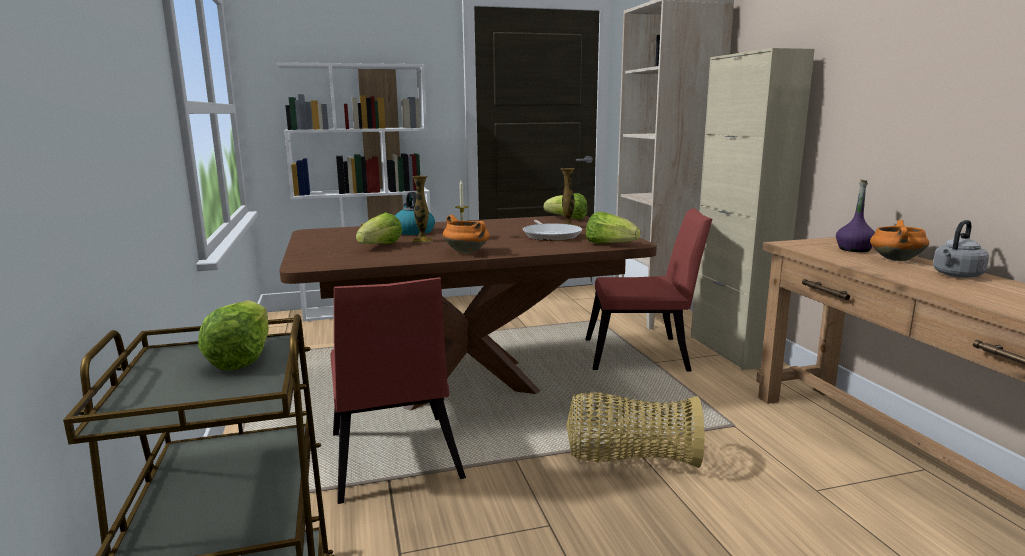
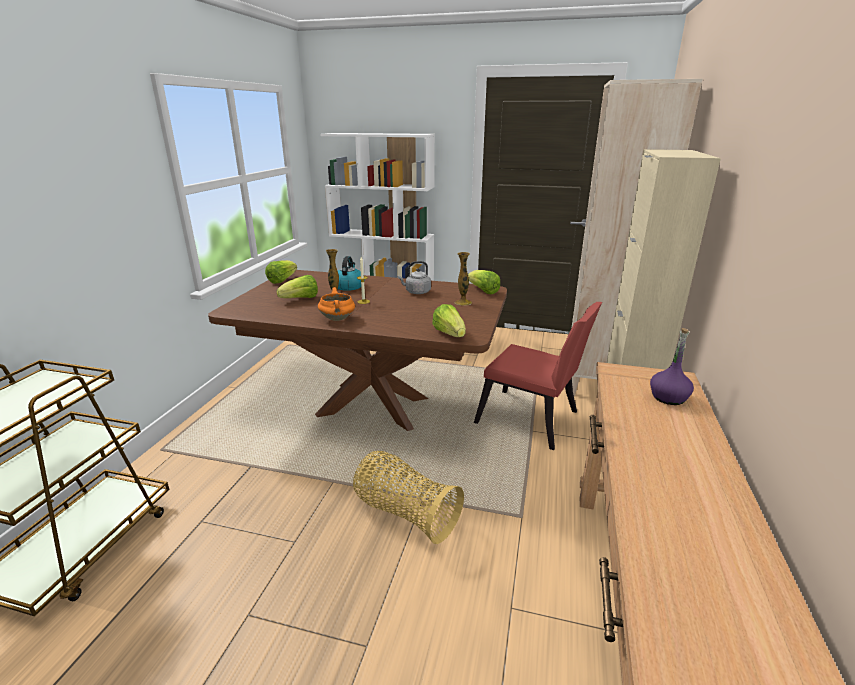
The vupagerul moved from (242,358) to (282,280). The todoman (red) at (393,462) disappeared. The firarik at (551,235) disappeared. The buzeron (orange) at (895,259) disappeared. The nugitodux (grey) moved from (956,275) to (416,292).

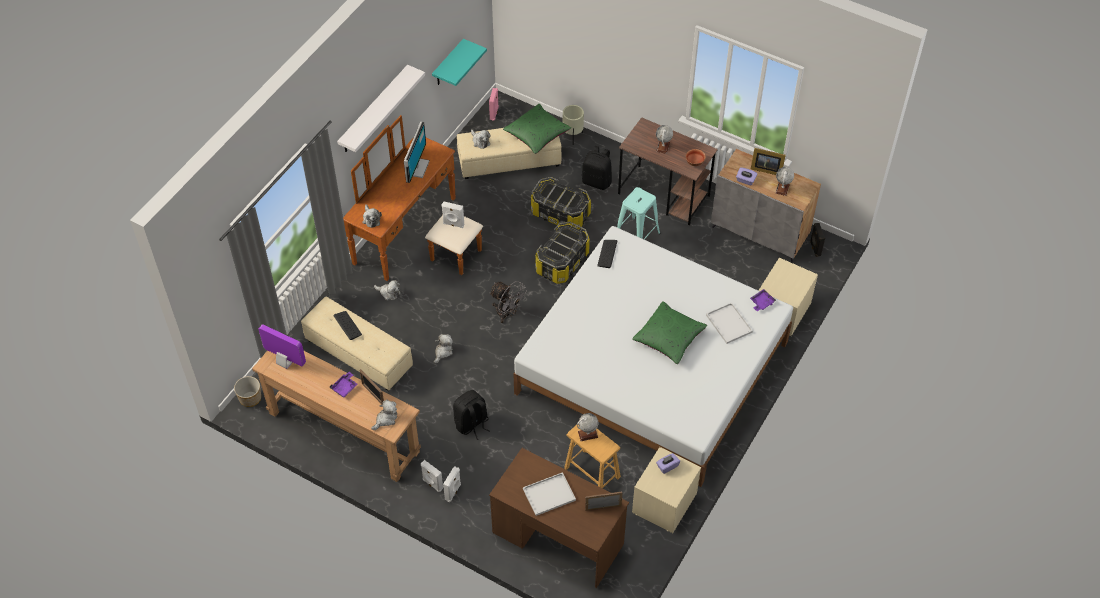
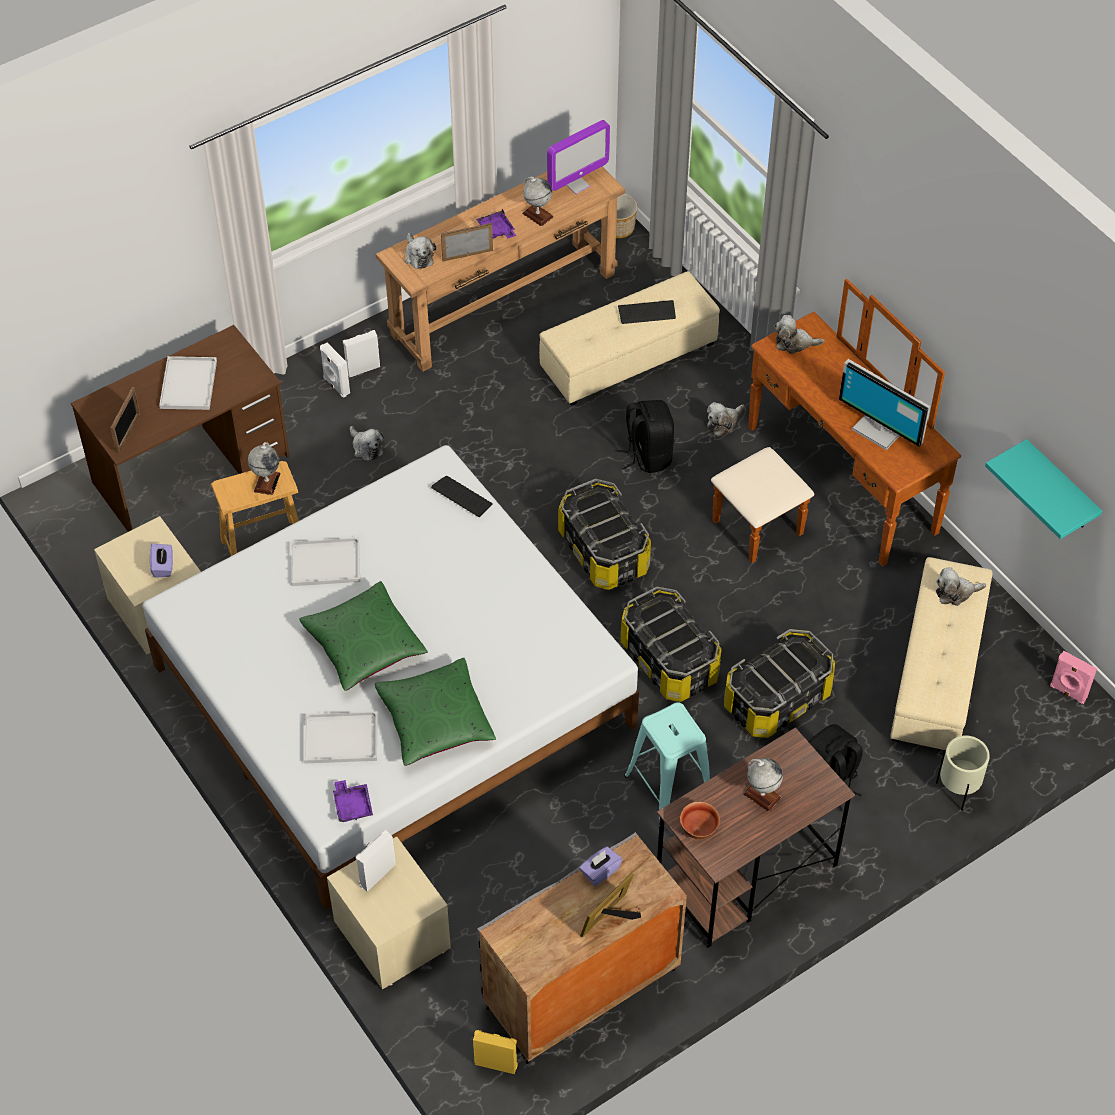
The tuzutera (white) at (374,110) disappeared. The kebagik moved from (443,352) to (366,447). The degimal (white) moved from (453,224) to (376,874). The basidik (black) moved from (472,424) to (647,455). The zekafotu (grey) at (507,313) was replaced by the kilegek at (604,551). The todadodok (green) moved from (537,134) to (435,721). The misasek moved from (607,254) to (462,497). The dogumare moved from (782,188) to (537,215). The degimal (black) at (814,248) became the degimal (yellow) at (496,1063). The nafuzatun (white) at (324,563) appeared.

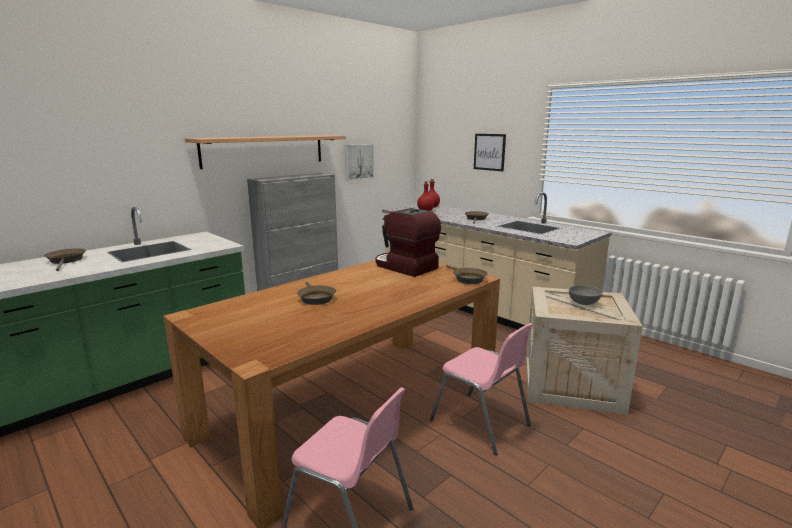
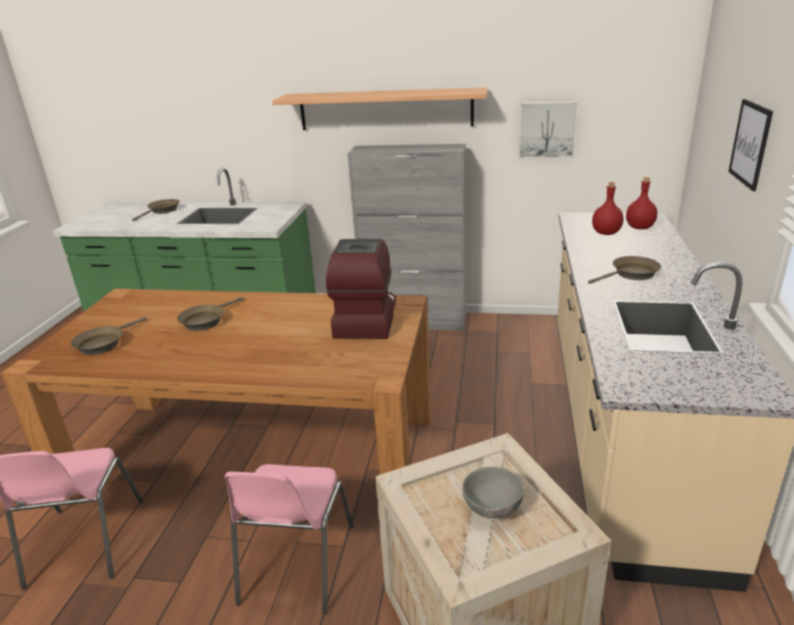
The firarik (brown) moved from (467,279) to (103,344).

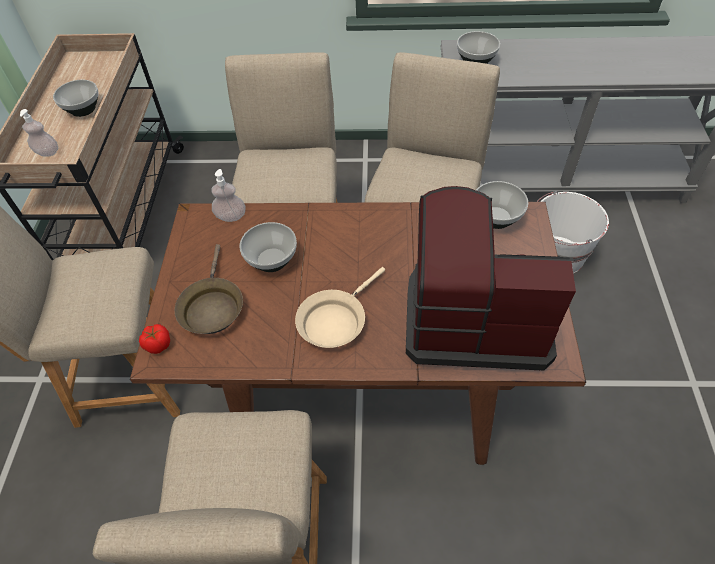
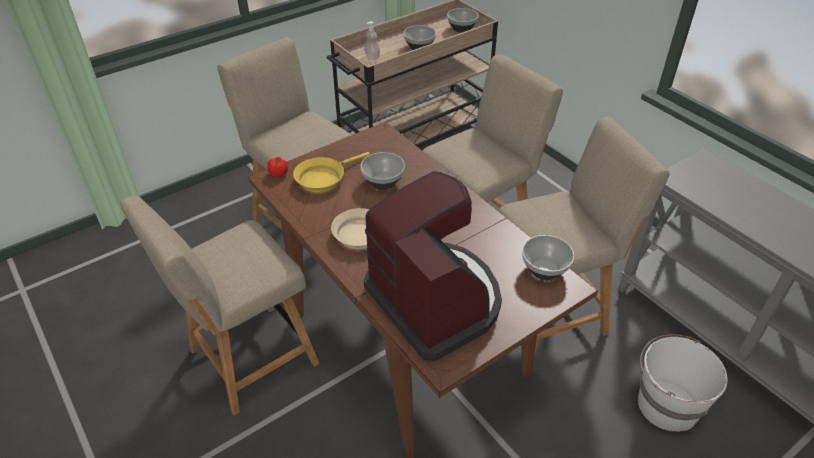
The firarik (brown) at (212,307) became the firarik (yellow) at (323,178). The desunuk at (231,216) disappeared. The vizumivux moved from (475,61) to (462,28).

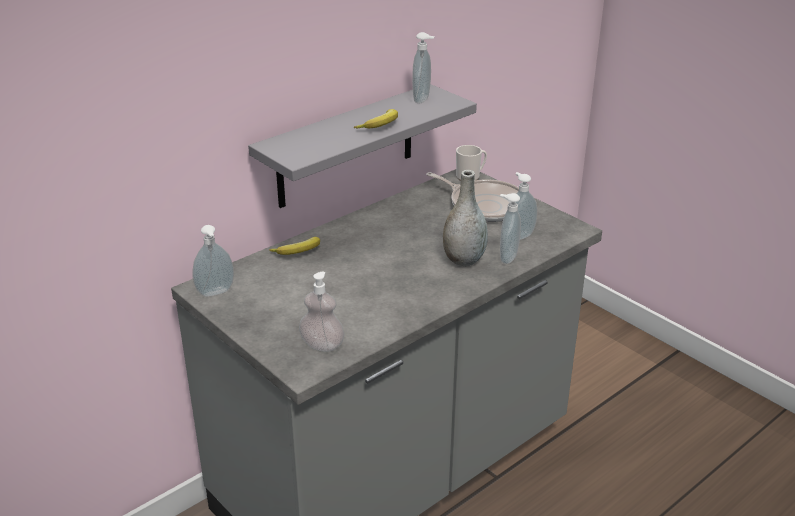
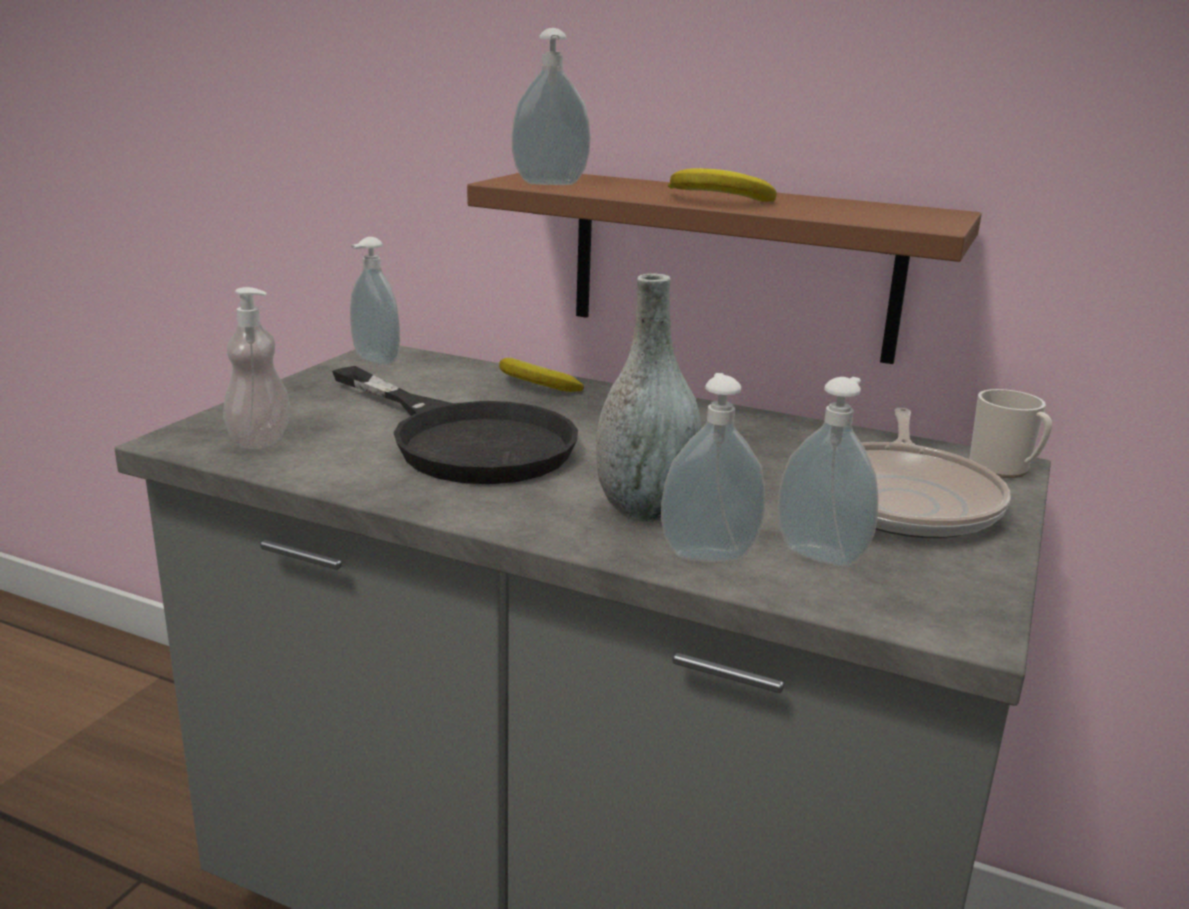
The tuzutera (grey) at (346,147) became the tuzutera (brown) at (733,265). The desunuk moved from (423,99) to (550,184). The firarik (black) at (464,439) appeared.

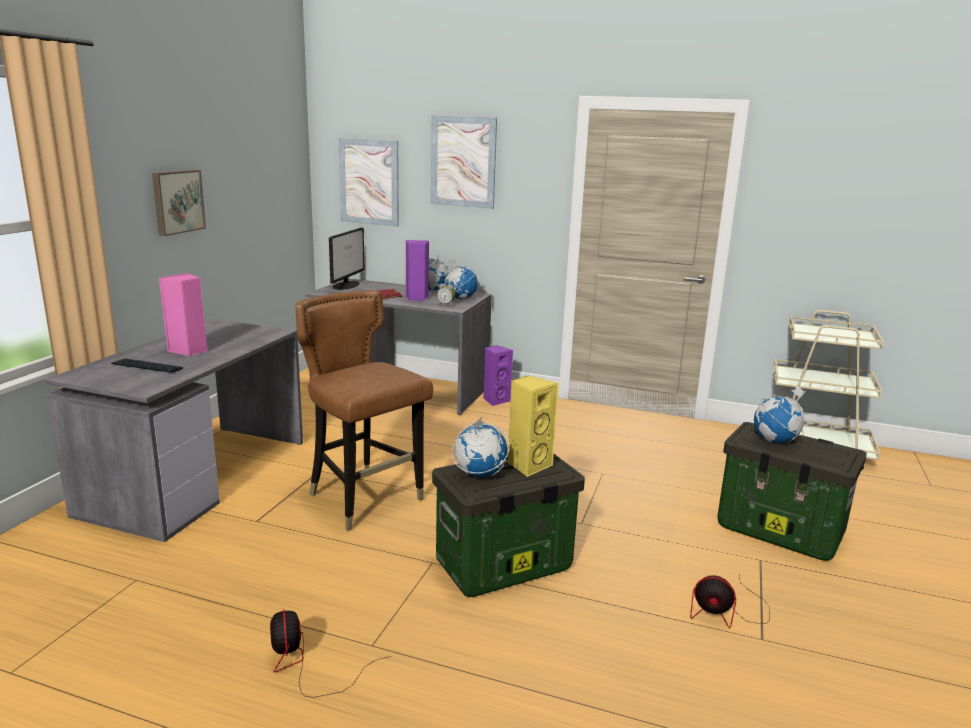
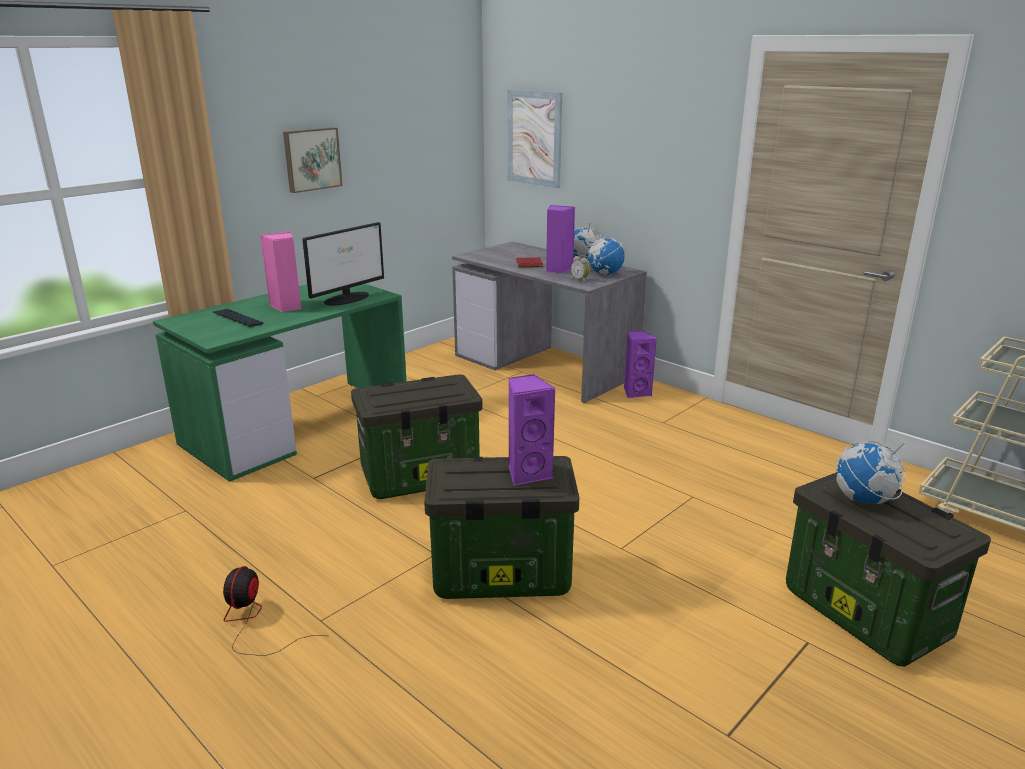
The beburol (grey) at (198,475) became the beburol (green) at (298,425). The todoman (brown) at (365,500) was replaced by the kilegek at (421,476). The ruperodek moved from (346,285) to (347,298). The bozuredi at (463,162) disappeared. The dogumare at (479,474) disappeared. The degimal (yellow) at (528,465) became the degimal (purple) at (528,473). The zekafotu at (726,612) disappeared.

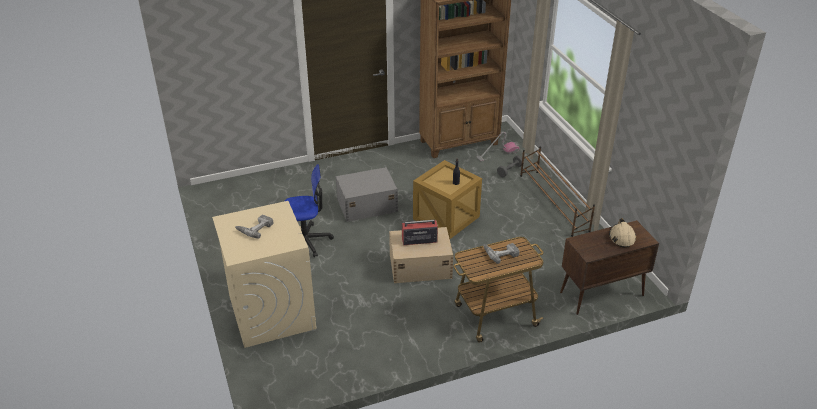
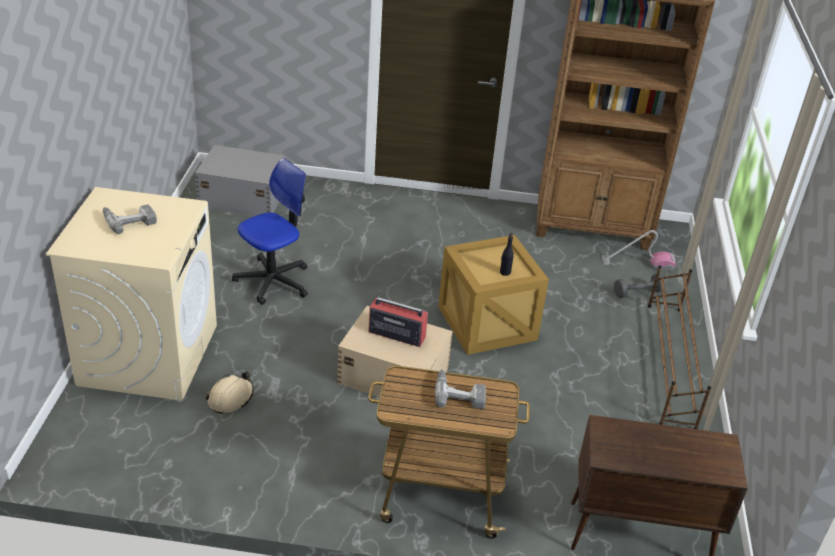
The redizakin at (306,241) turned 60 degrees counterclockwise. The kilegek (grey) moved from (366,205) to (242,197). The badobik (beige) moved from (622,237) to (231,398).

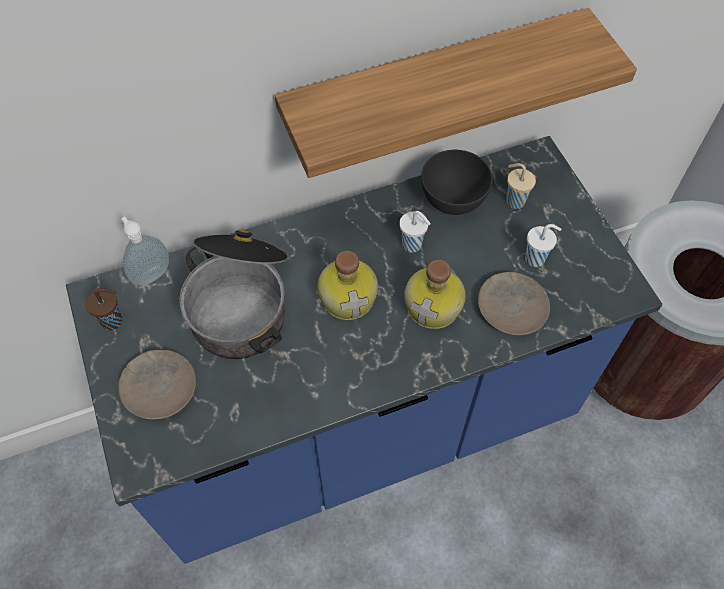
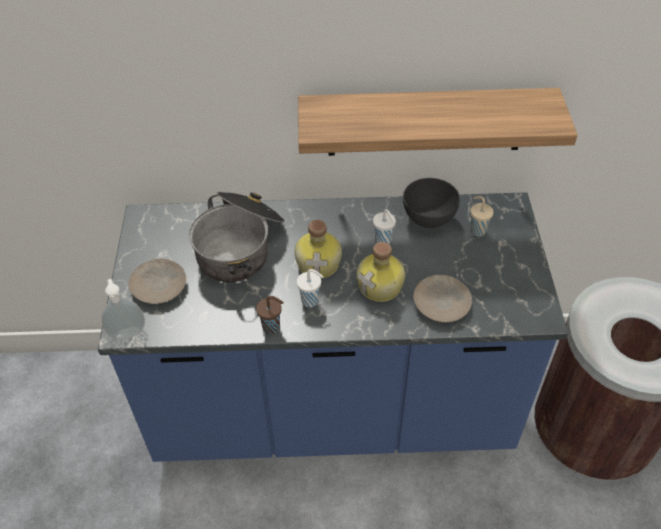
The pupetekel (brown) moved from (113,321) to (272,327). The desunuk moved from (151,274) to (127,332). The pupetekel (white) moved from (536,259) to (311,301).

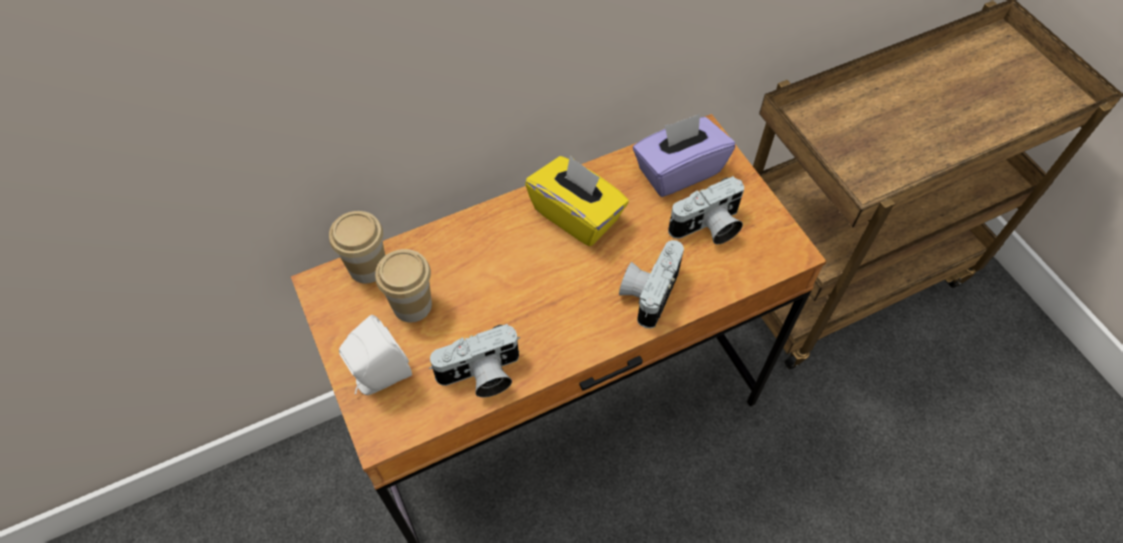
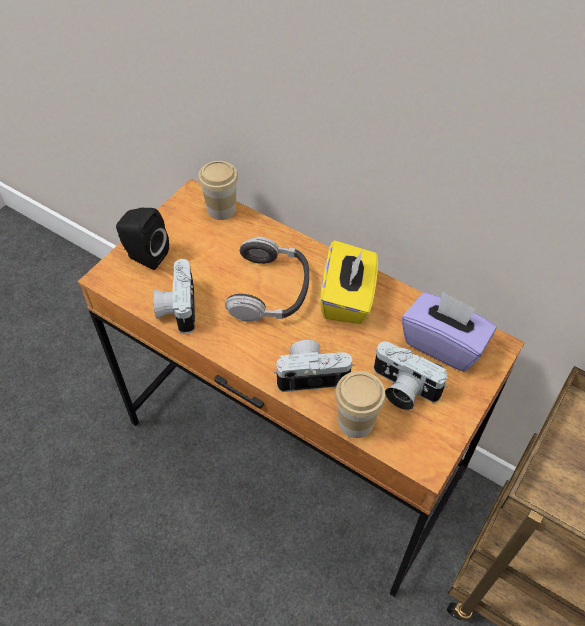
The degimal (white) at (379,377) became the degimal (black) at (145,256). The pupetekel moved from (412,305) to (356,422). The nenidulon at (481,376) turned 45 degrees clockwise. The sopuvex at (270,290) appeared.

